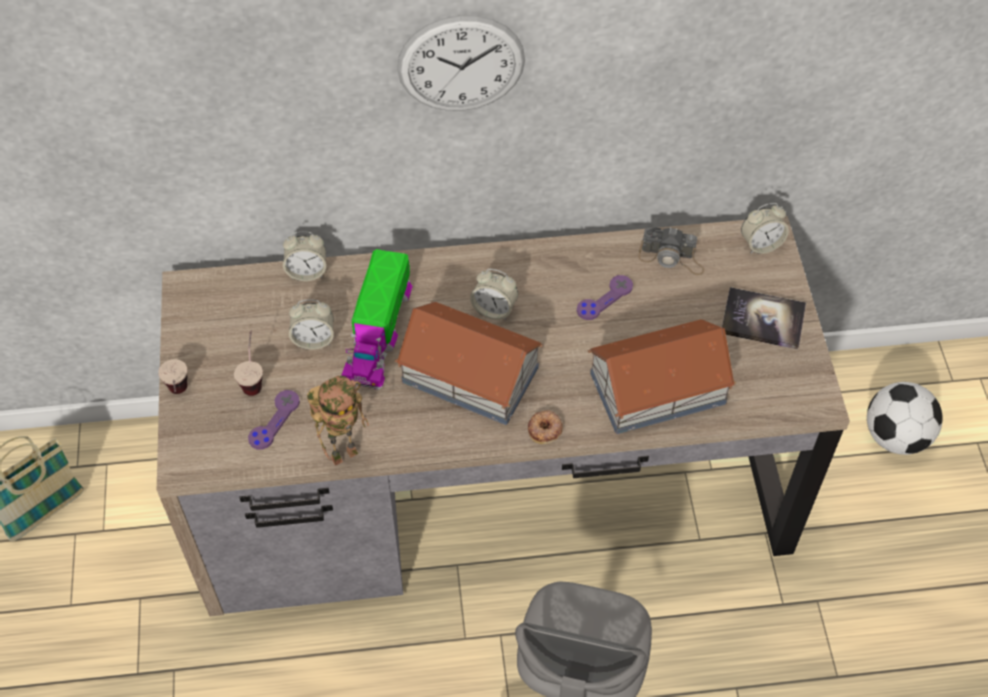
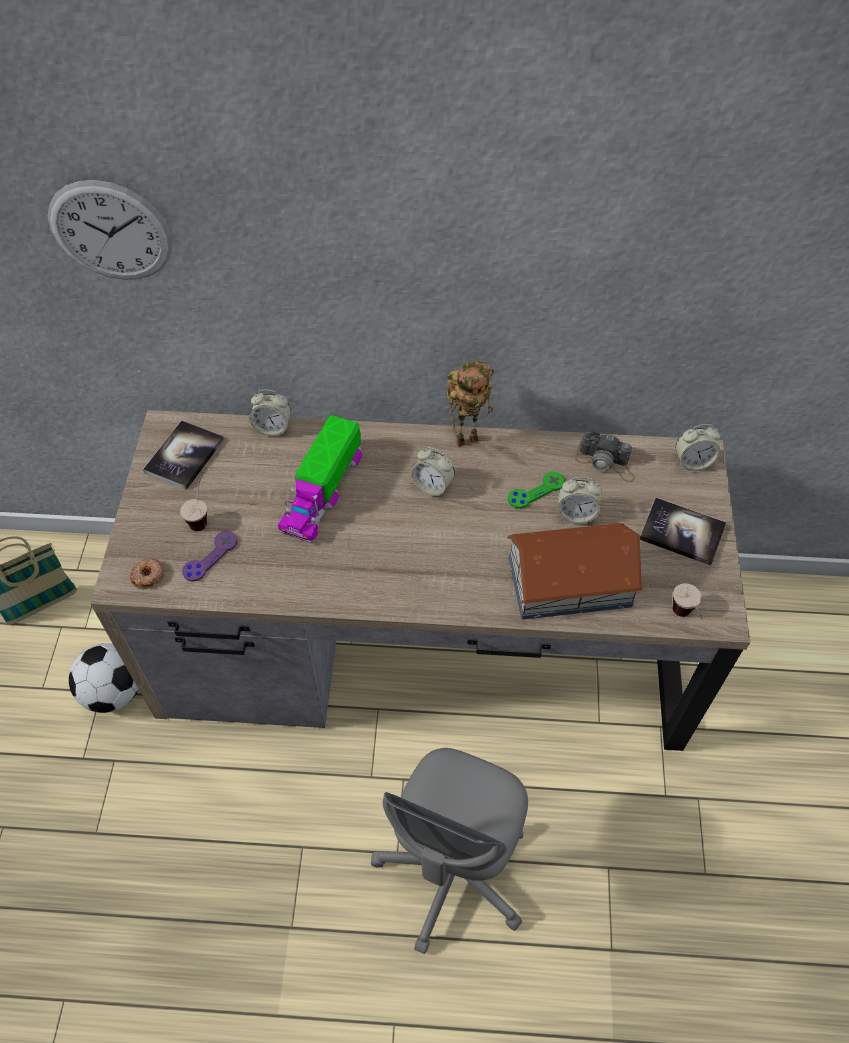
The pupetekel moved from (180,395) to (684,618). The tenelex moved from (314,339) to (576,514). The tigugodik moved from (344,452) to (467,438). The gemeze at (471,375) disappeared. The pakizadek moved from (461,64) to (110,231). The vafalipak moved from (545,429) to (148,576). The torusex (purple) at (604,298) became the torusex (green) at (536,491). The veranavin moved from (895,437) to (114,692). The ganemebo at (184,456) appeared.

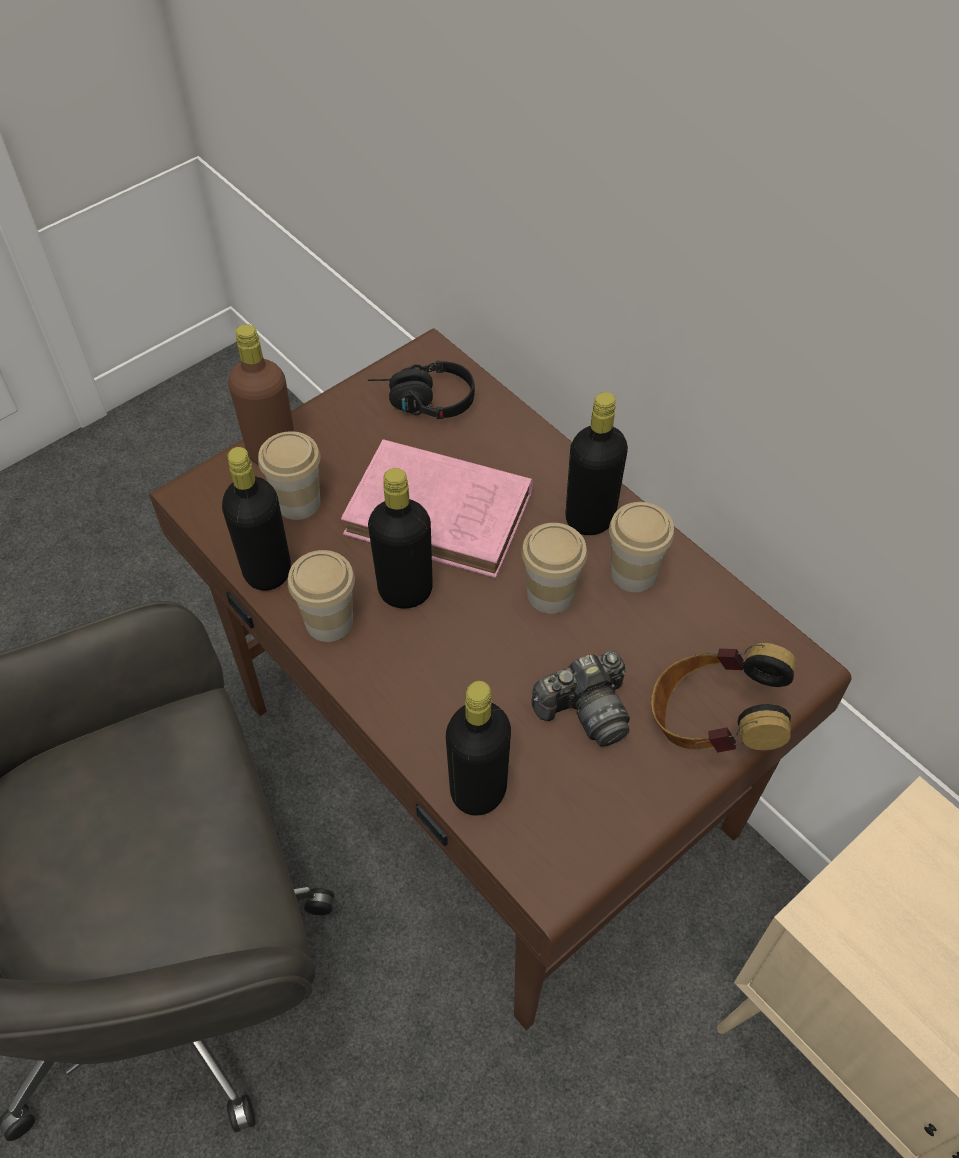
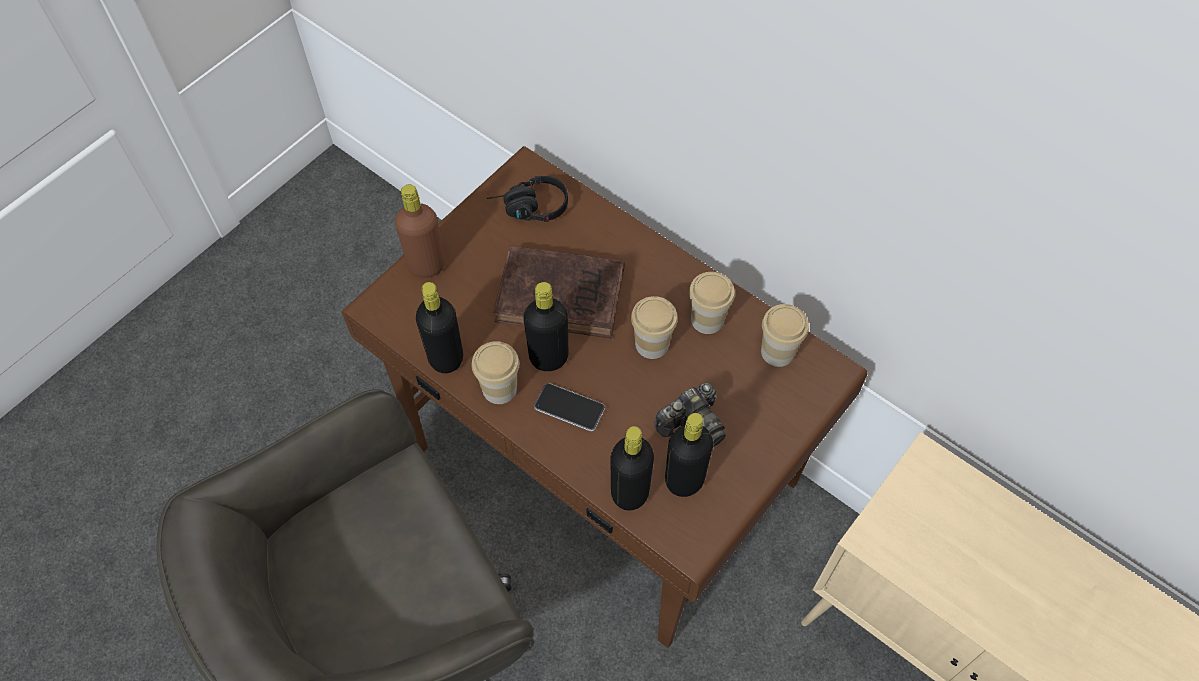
The pupetekel moved from (298,502) to (777,352). The ganemebo (pink) at (443,515) became the ganemebo (brown) at (564,296). The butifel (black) moved from (590,518) to (684,480). The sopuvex at (712,722) disappeared. The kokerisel at (569,407) appeared.

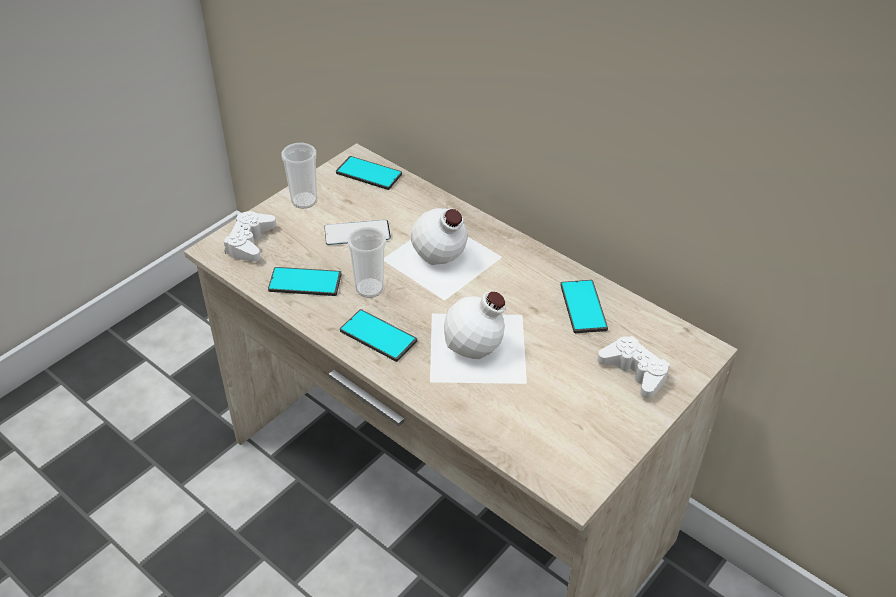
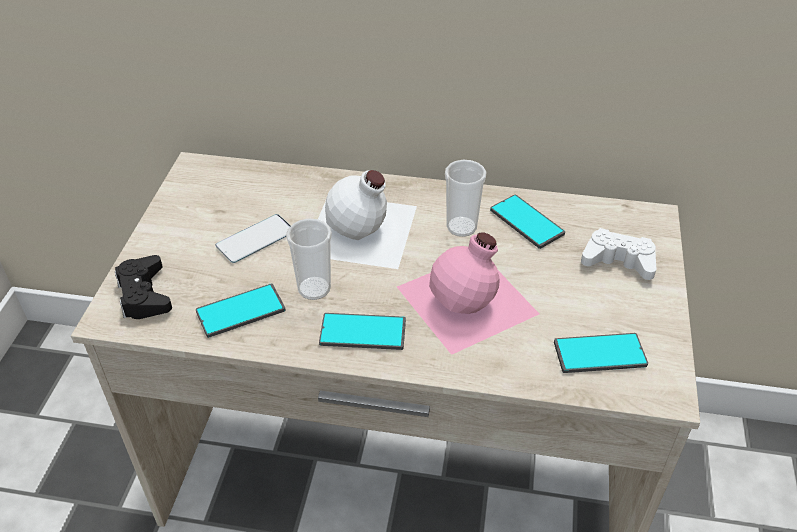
The torusex (white) at (250,242) became the torusex (black) at (144,294). The pupetekel moved from (304,201) to (461,227). The kokerisel moved from (368,174) to (599,354). The butifel (white) at (479,348) became the butifel (pink) at (469,300).

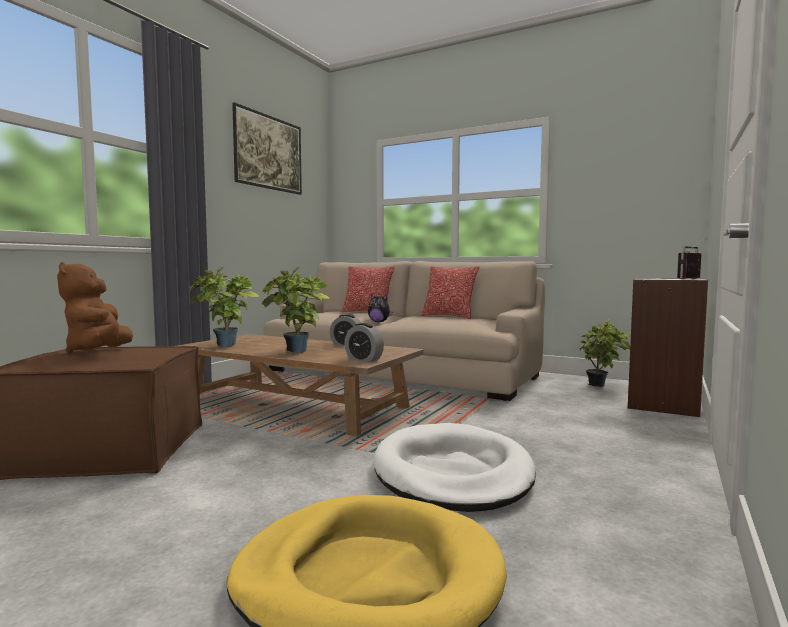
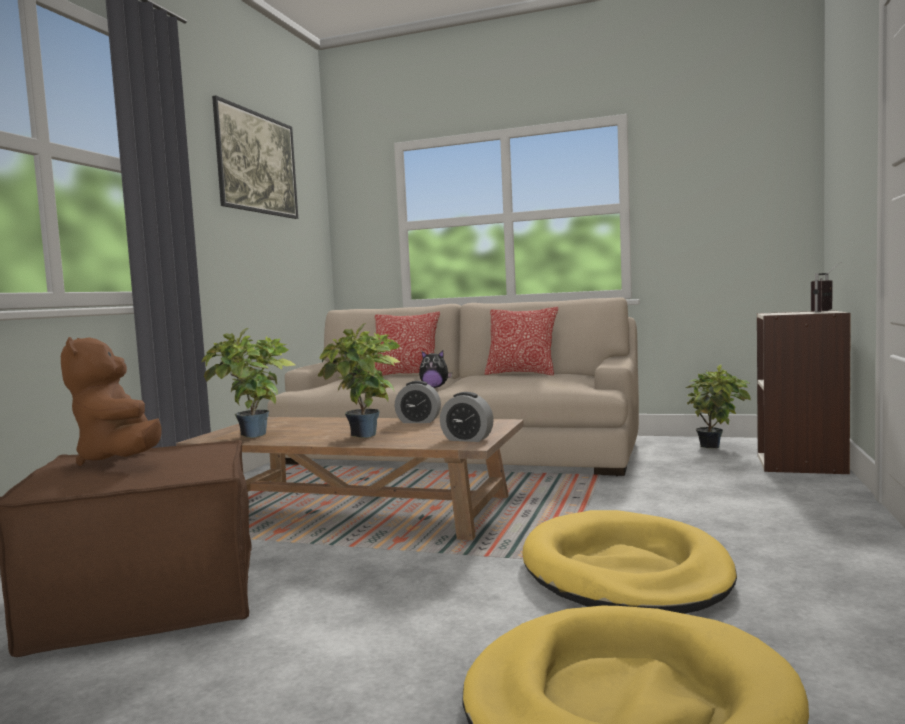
The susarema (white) at (452,473) became the susarema (yellow) at (624,571).

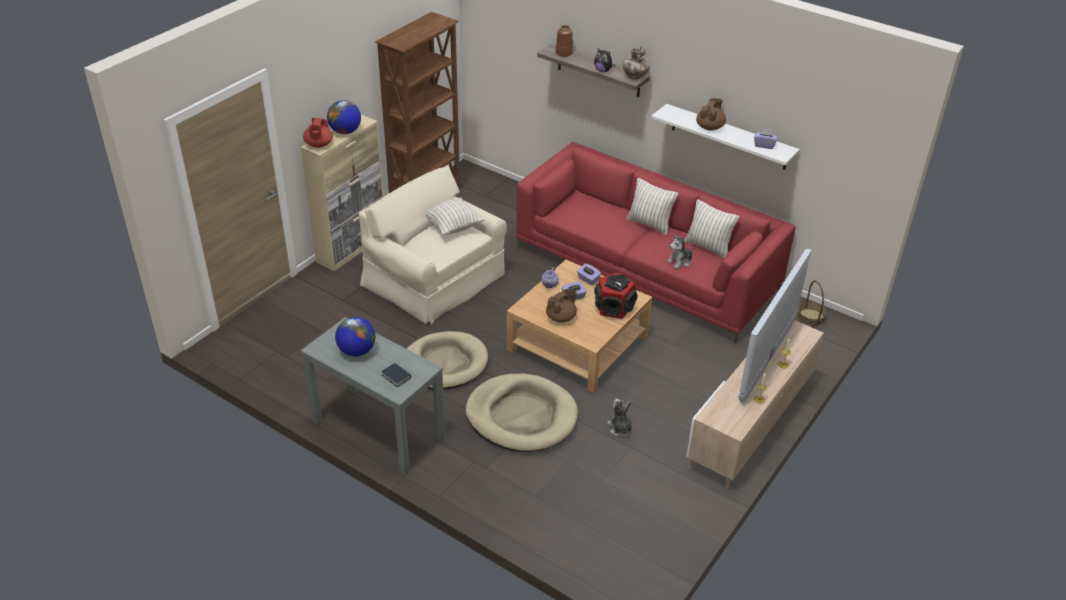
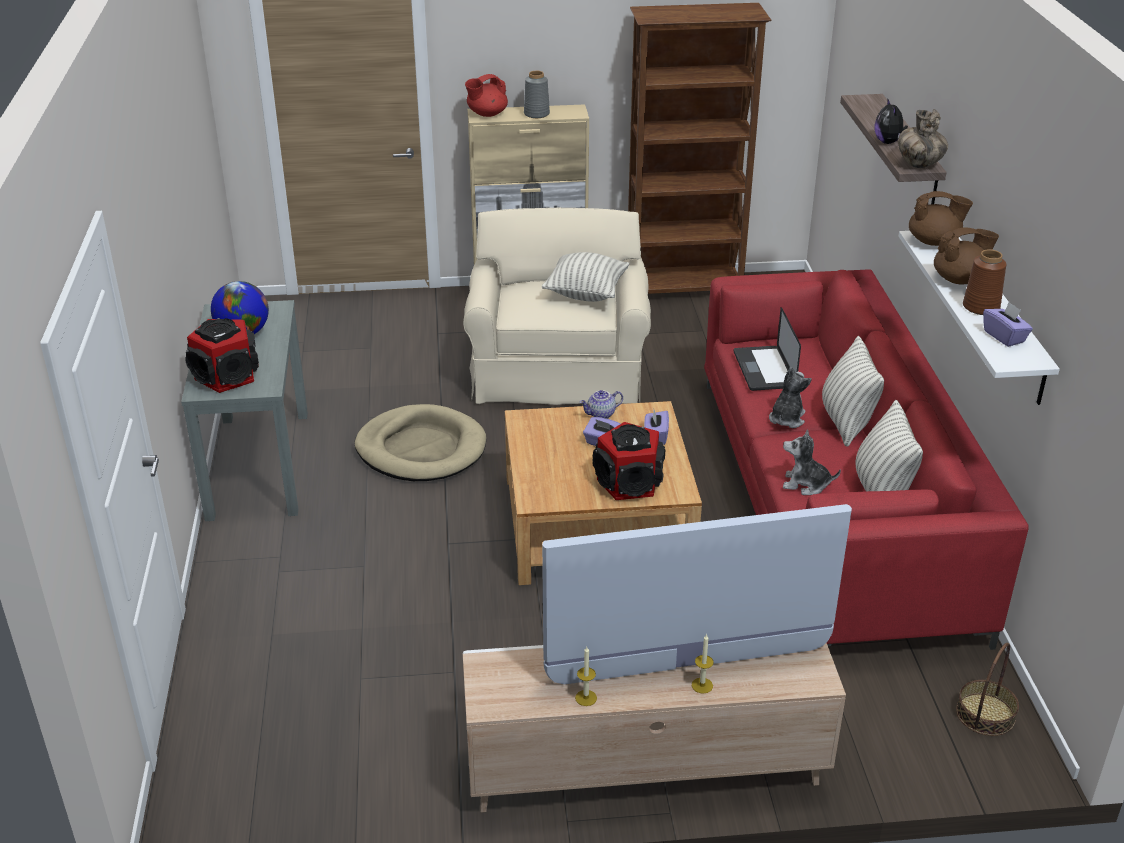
The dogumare at (345,131) was replaced by the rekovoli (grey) at (536,114). The ganemebo at (396,377) was replaced by the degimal at (228,376). The susarema (beige) at (521,416) disappeared. The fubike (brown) moved from (561,317) to (934,241). The rekovoli (brown) moved from (564,53) to (980,307). The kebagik moved from (620,429) to (786,419). The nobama at (764,369) appeared.

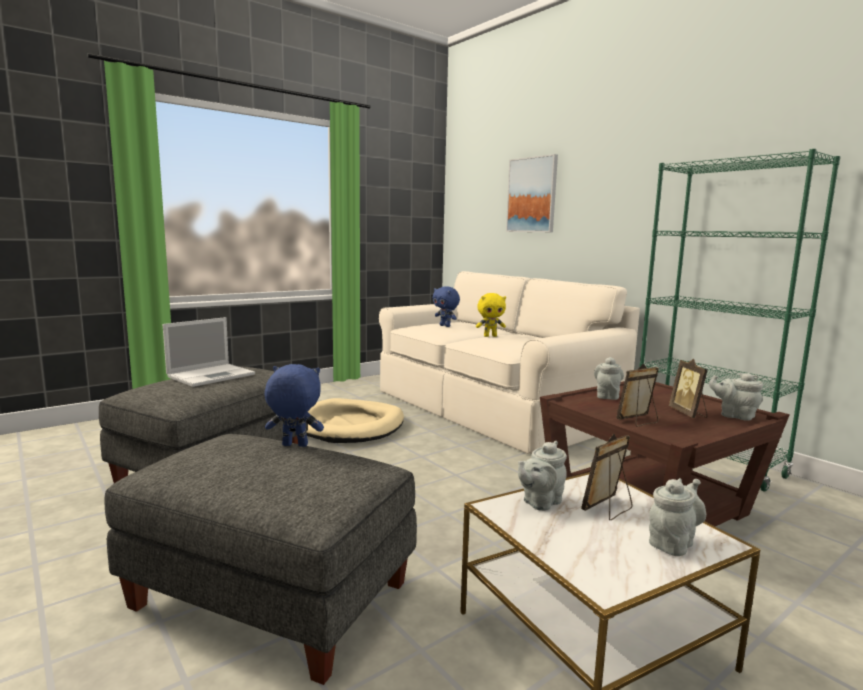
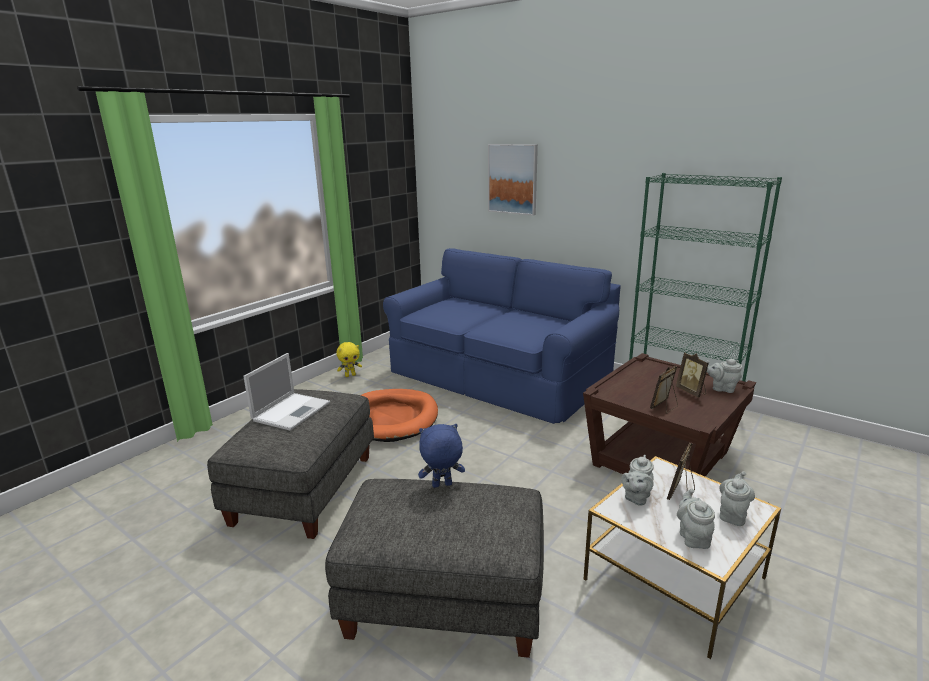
The susarema (beige) at (351,426) became the susarema (orange) at (392,418). The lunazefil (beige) at (494,407) became the lunazefil (blue) at (499,375). The kebagik (blue) at (445,326) disappeared. The kebagik (yellow) moved from (490,336) to (350,375). The fubike (grey) moved from (607,396) to (693,537).

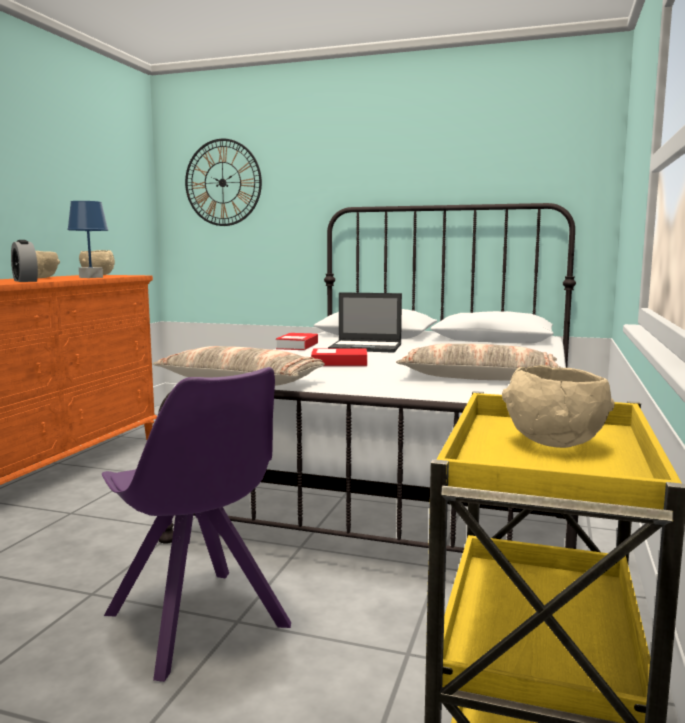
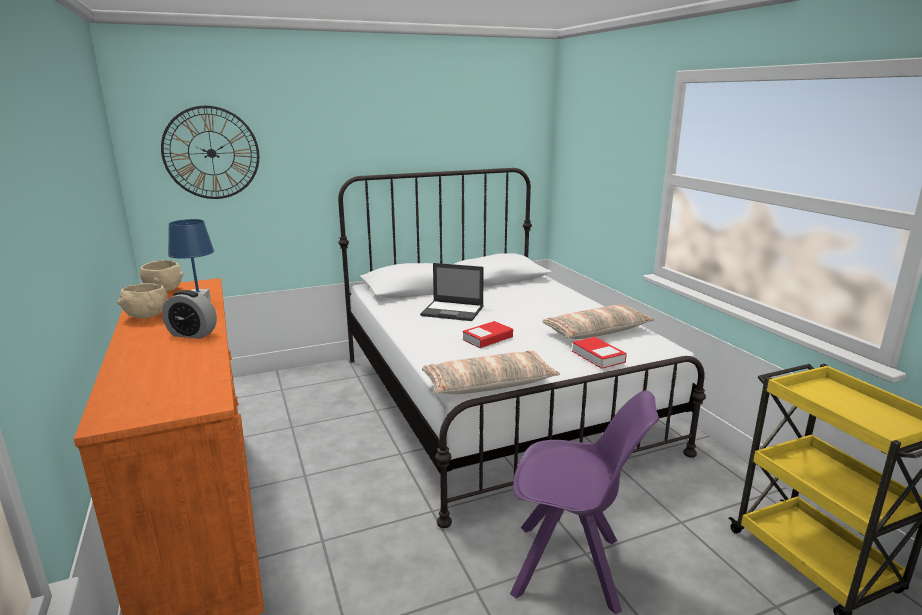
The ganemebo moved from (297,346) to (598,356). The nobama at (366,347) turned 45 degrees clockwise. The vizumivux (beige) at (555,444) disappeared.

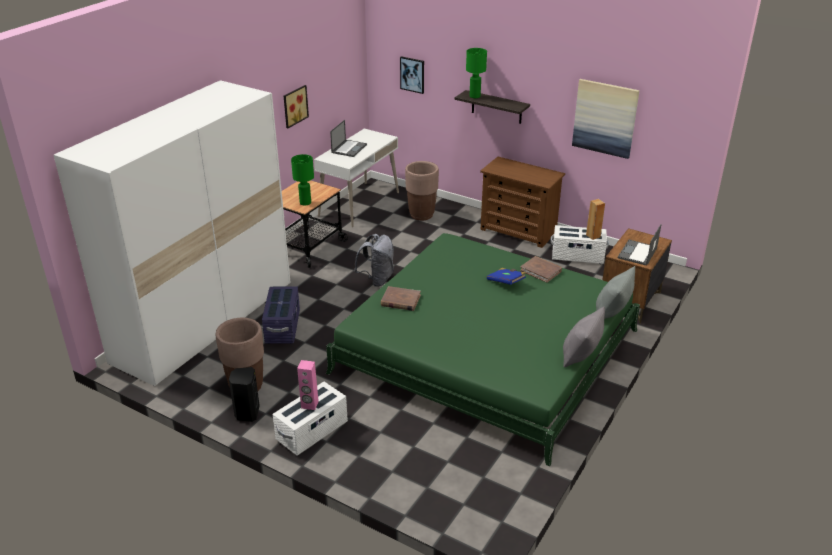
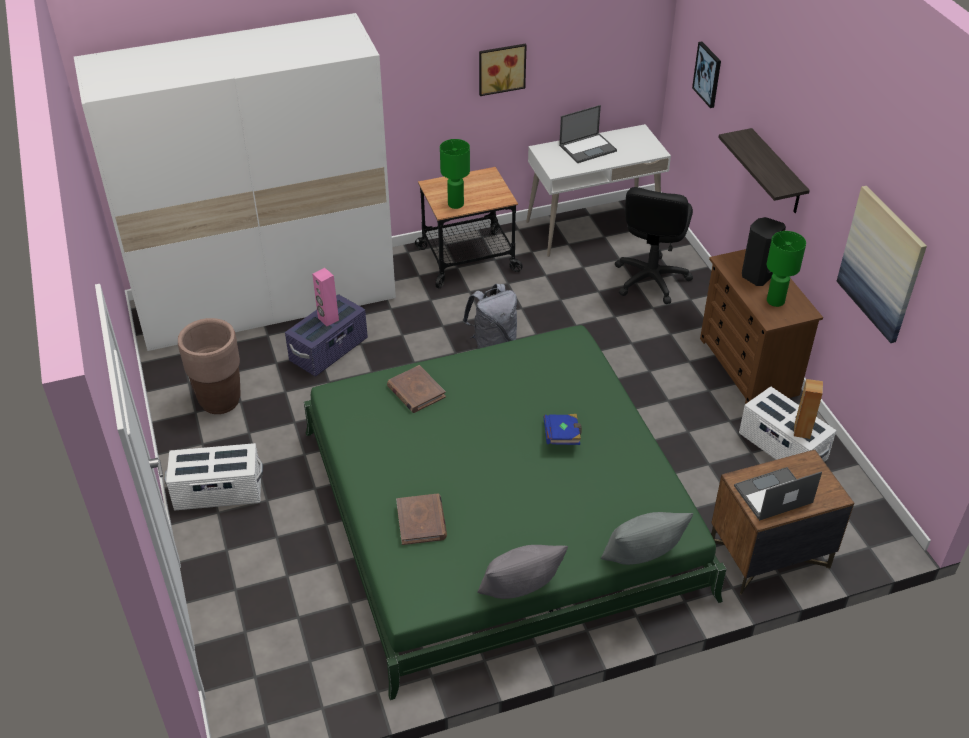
The degimal (black) moved from (247,413) to (757,275). The degimal (pink) moved from (309,405) to (328,319). The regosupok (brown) at (421,215) was replaced by the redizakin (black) at (650,279). The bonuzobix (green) moved from (474,96) to (775,301). The ganemebo (brown) moved from (541,271) to (421,521).

